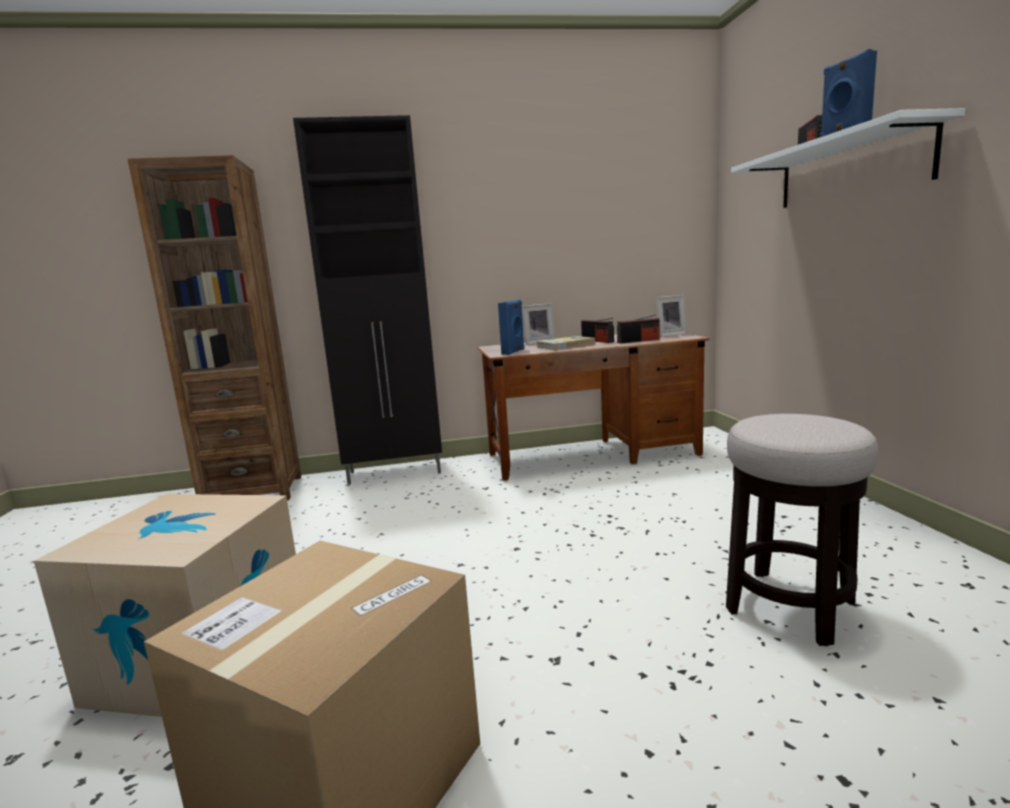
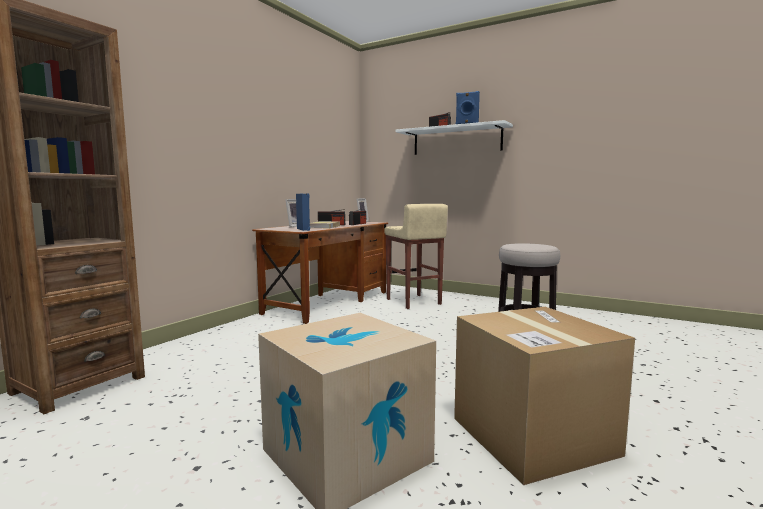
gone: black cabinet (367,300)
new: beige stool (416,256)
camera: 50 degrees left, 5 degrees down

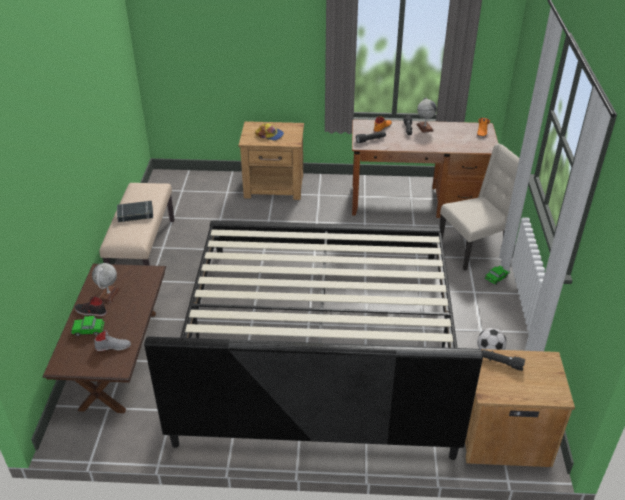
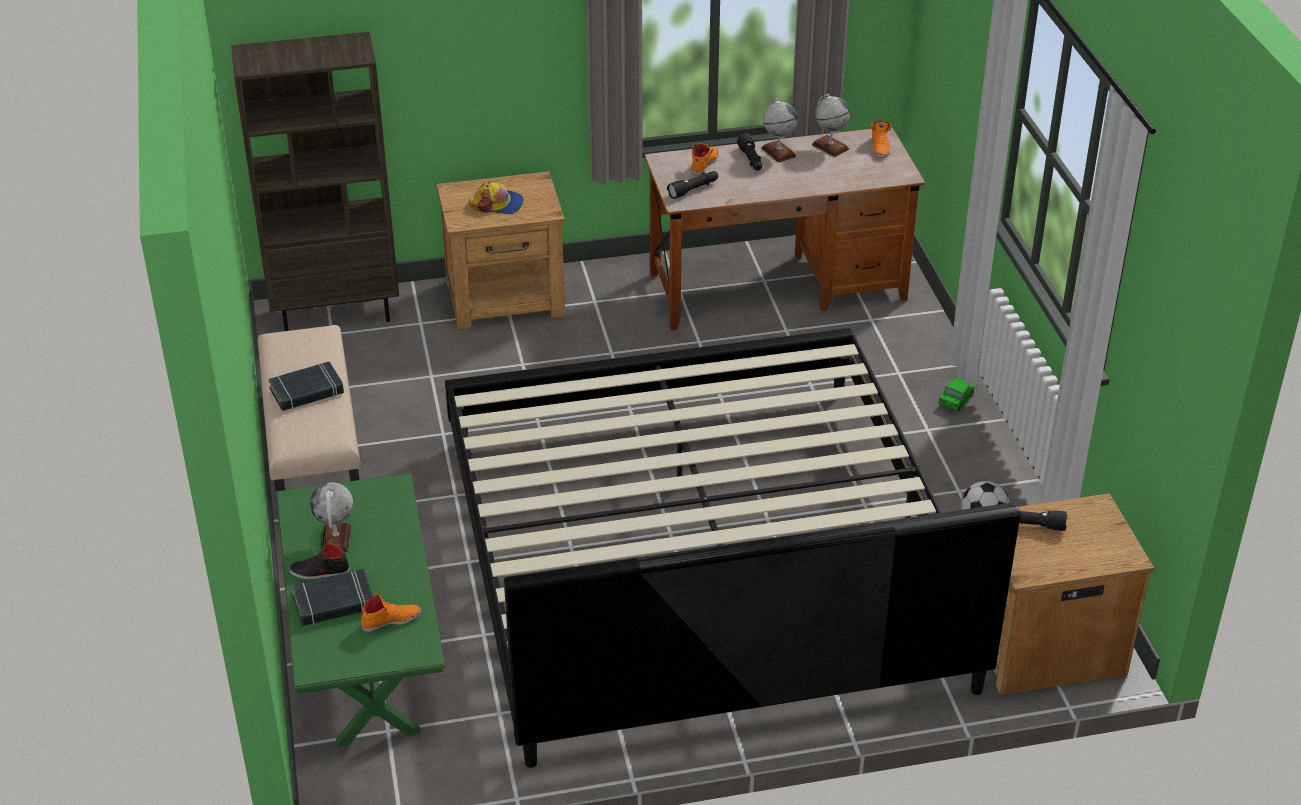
gone: beige chair (479,207)
new: brown bookcase (315,181); globe (831,125)
swapped: toy car (87,326) to black book (332,597)
repainted: brown coffee table (104,338) to green coffee table (361,610); grey shoe (112,340) to orange shoe (391,612)
camera: 15 degrees left, 0 degrees up

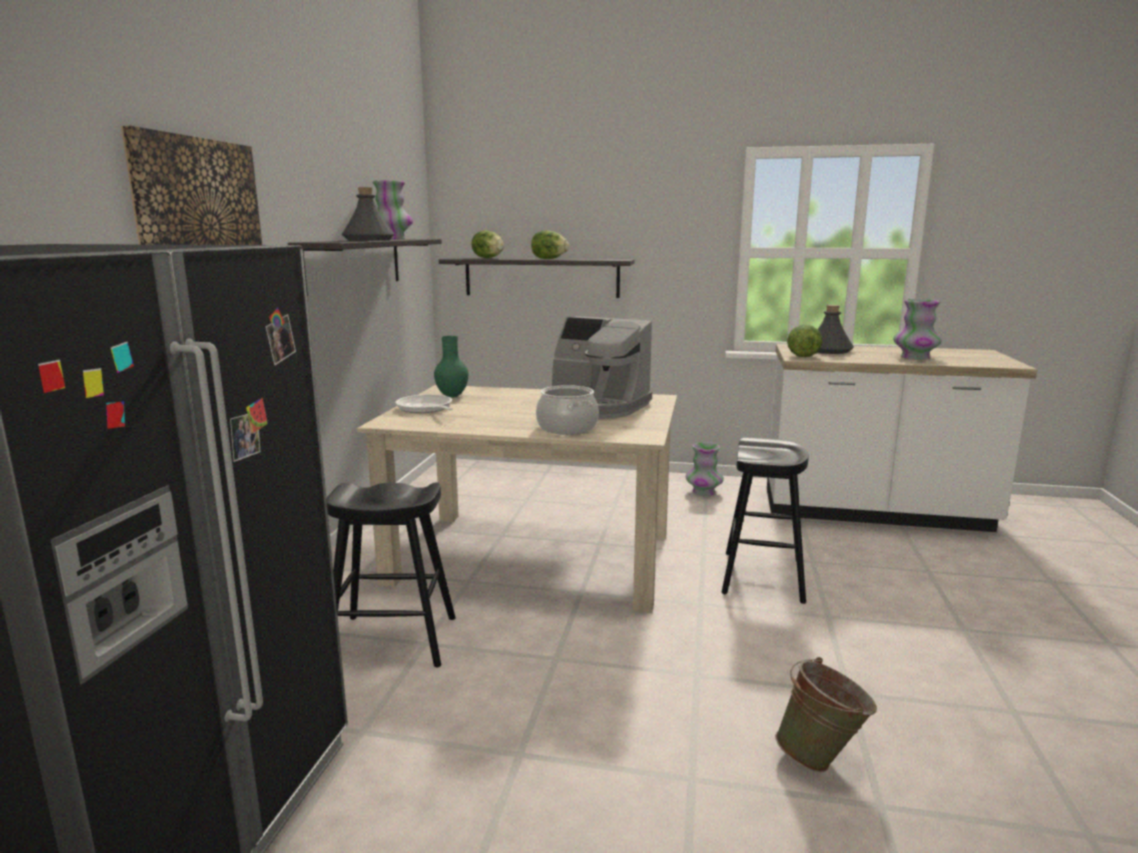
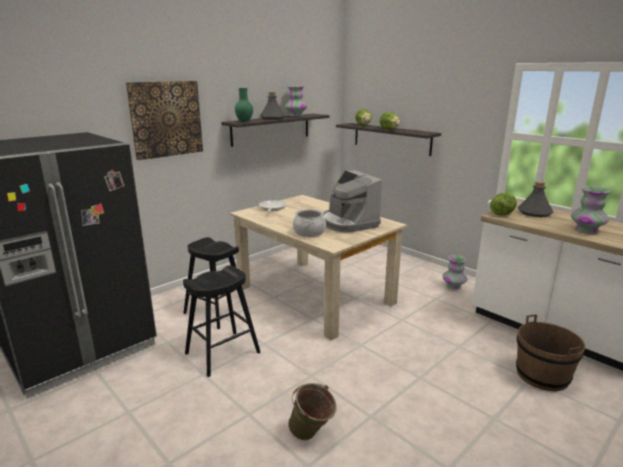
new: brown bucket (551,353)
shifted: green vase (451,366) to (244,105); black stool (765,521) to (221,321)
camera: 35 degrees right, 5 degrees up

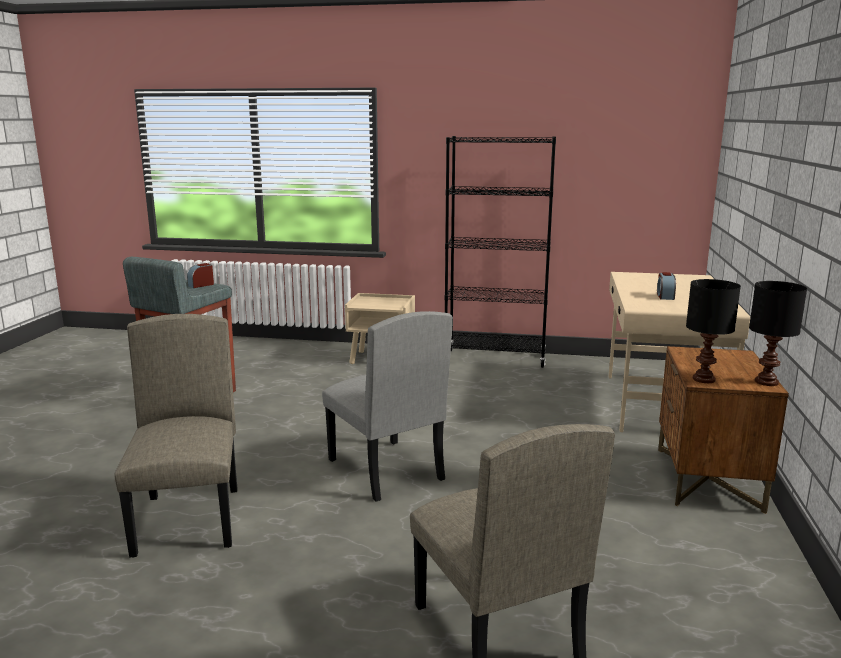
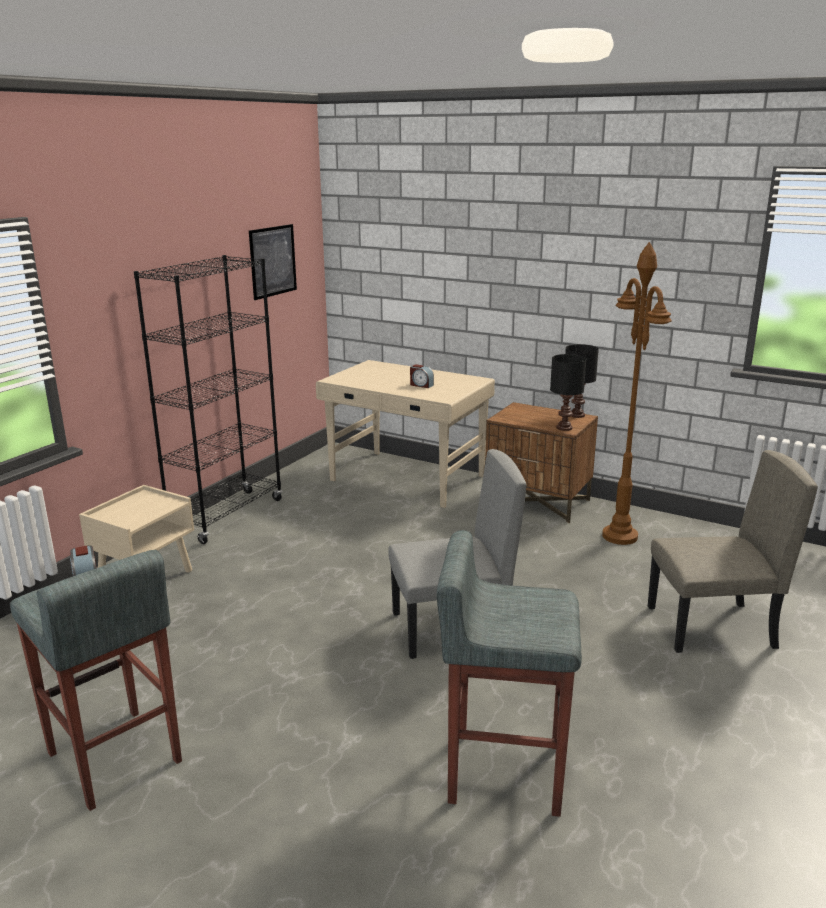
new: picture (273,262); brown floor lamp (637,393)
swapped: beige chair (176,436) to grey stool (509,673)
camera: 70 degrees left, 5 degrees up

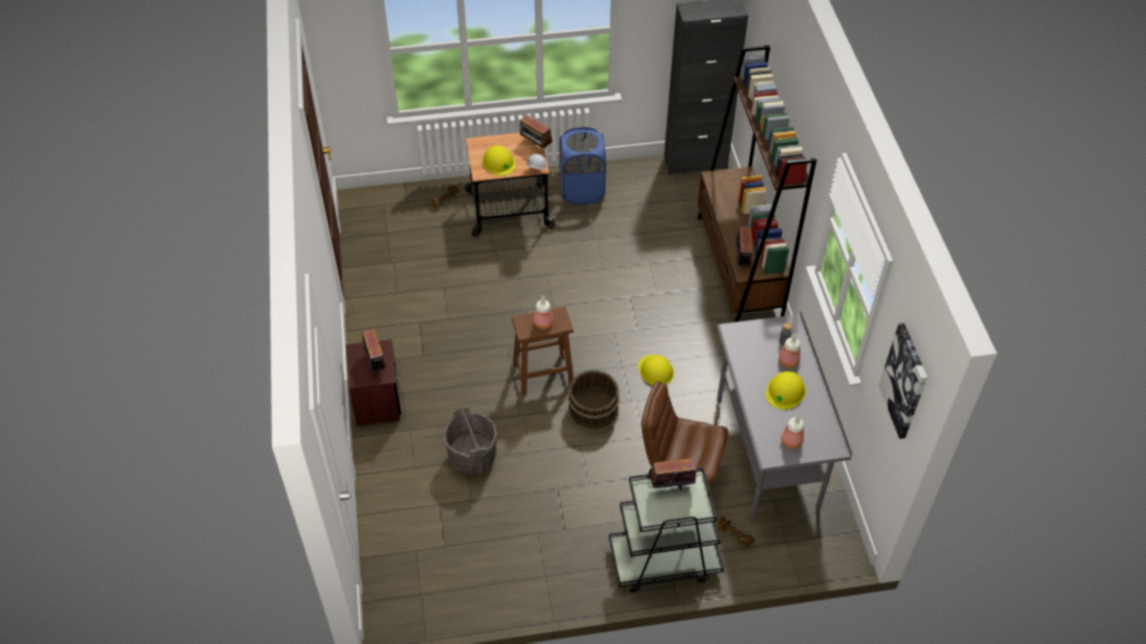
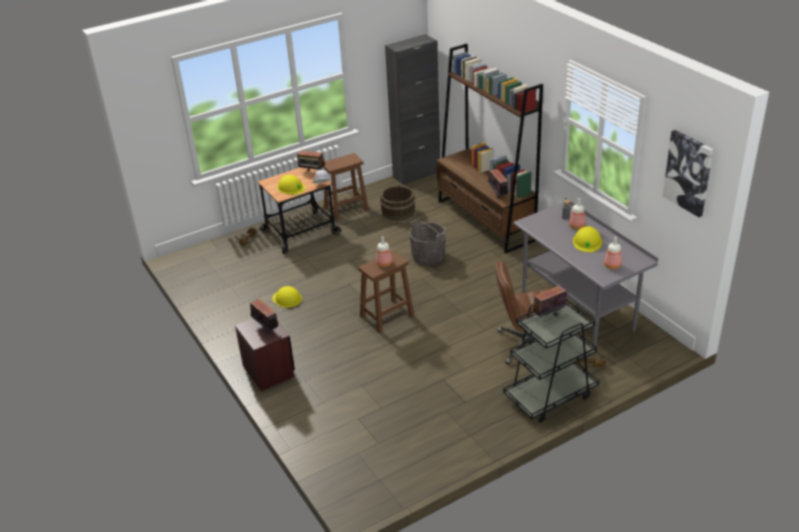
shifted: yellow hard hat (656,370) to (287,297); brown bucket (594,401) to (398,204); grey bucket (470,441) to (427,242)
swapped: blue laundry basket (582,165) to brown stool (346,187)
camera: 20 degrees left, 15 degrees down

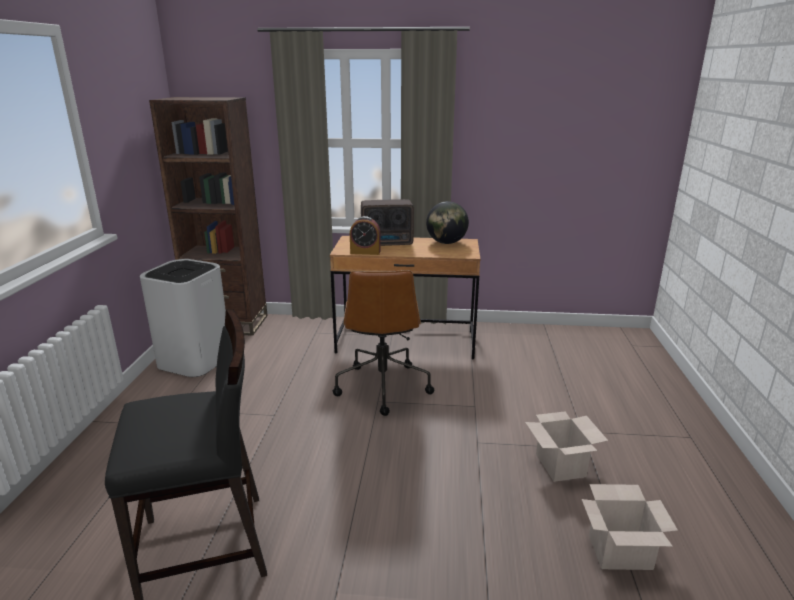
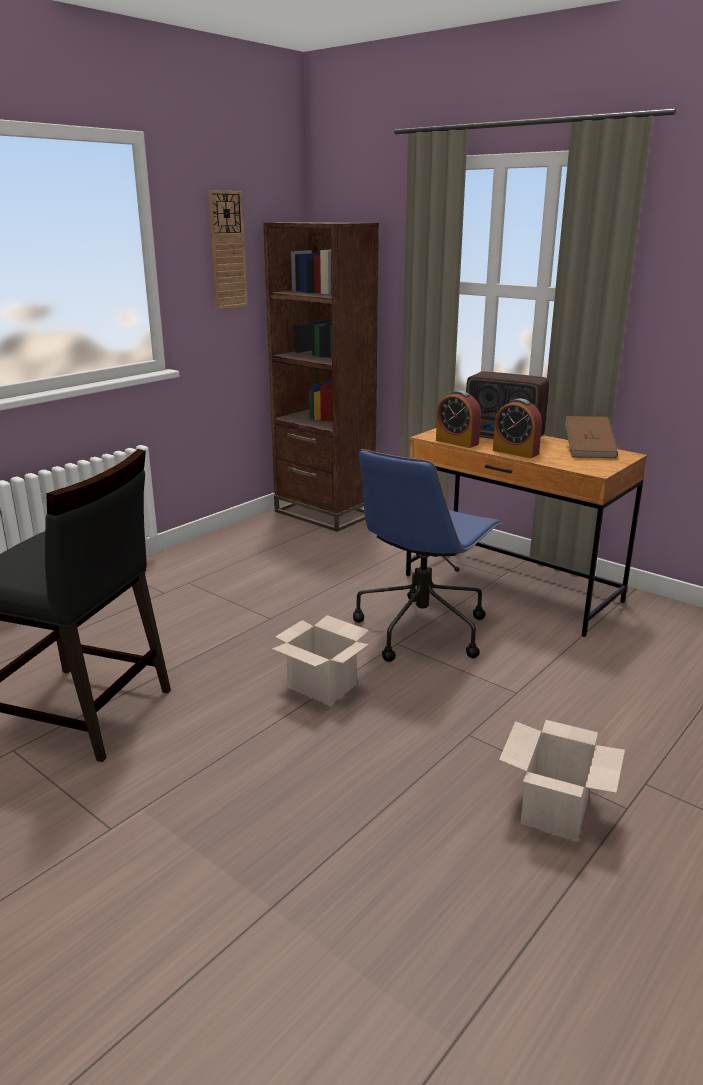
gone: white trash can (183,318)
new: wall clock (228,249); alarm clock (517,428)
shifted: cardboard box (629,527) to (320,660)
swapped: globe (447,222) to brown book (591,437)
repainted: brown office chair (383,343) to blue office chair (427,555)
camera: 35 degrees right, 0 degrees up

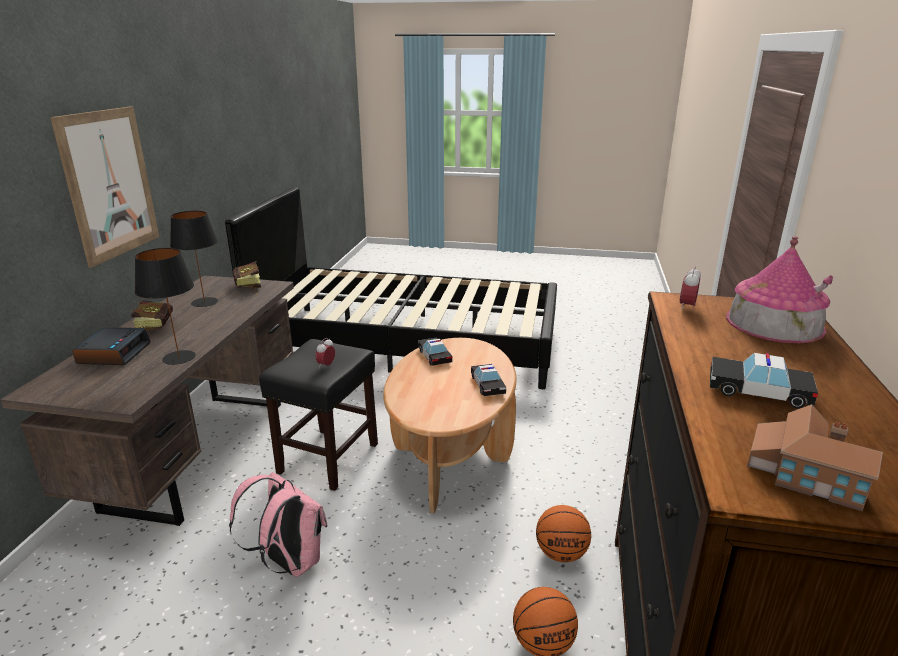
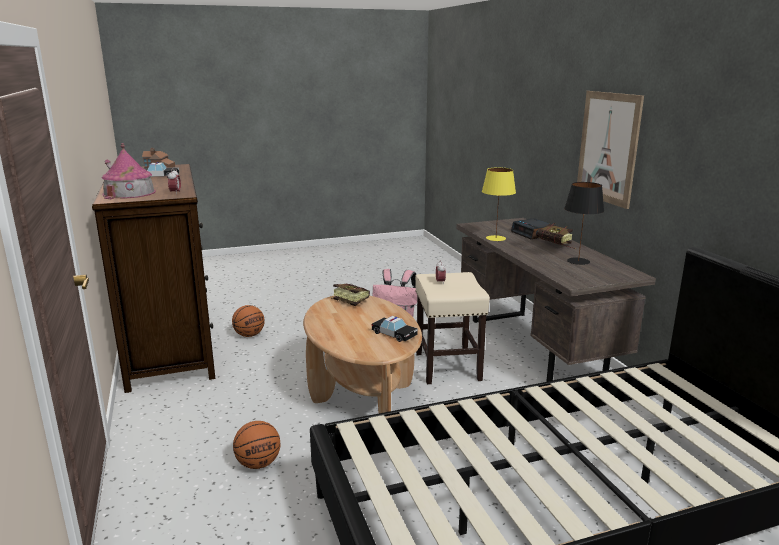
gone: toy car (488,380)
shifted: book (247,277) to (350,295); basketball (563,533) to (257,445)
repainted: black table lamp (165,306) to yellow table lamp (499,204); black stool (318,415) to beige stool (452,328)
camera: 150 degrees right, 5 degrees down

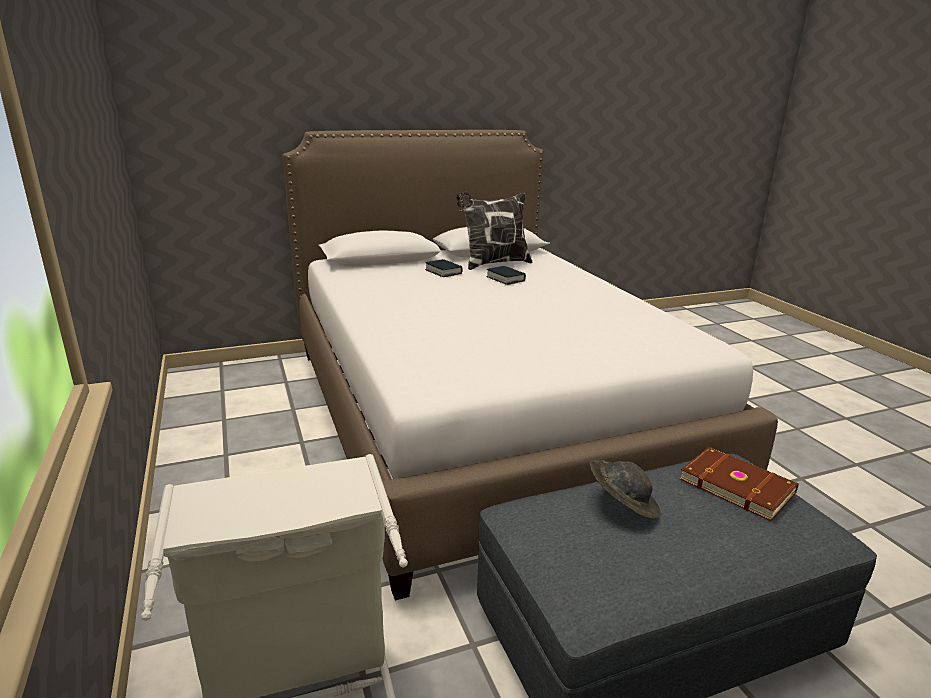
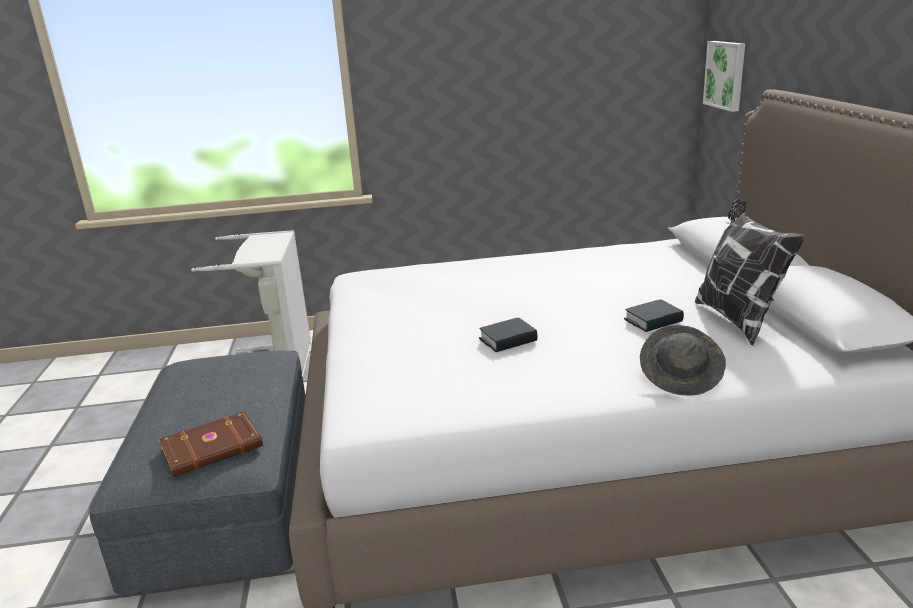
new: picture (724,76)
shifted: book (444,268) to (508,334); grey hat (625,489) to (683,360)
camera: 105 degrees right, 0 degrees up

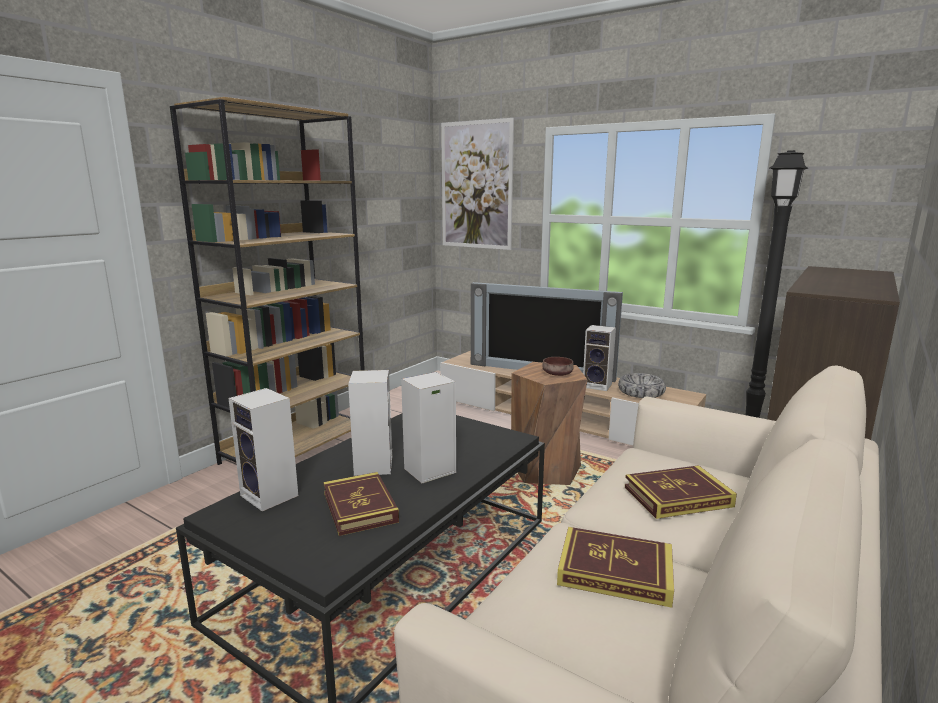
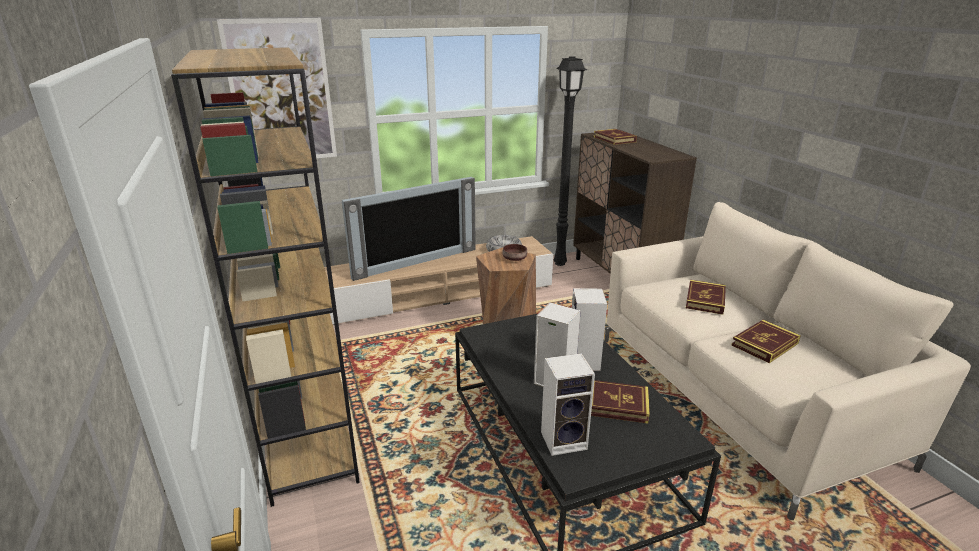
gone: speaker (599,358)
new: book (615,137)
camera: 55 degrees left, 10 degrees up

